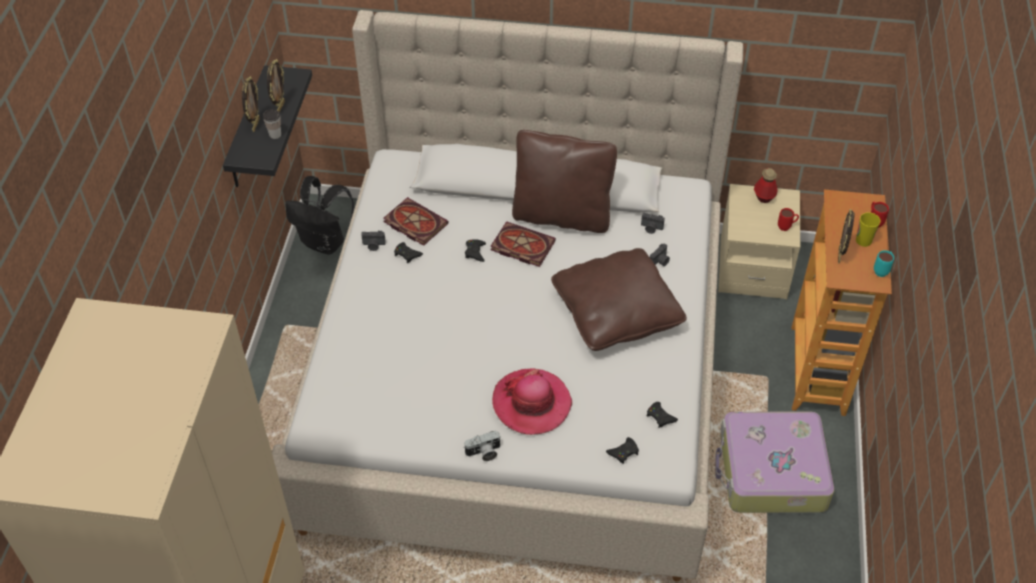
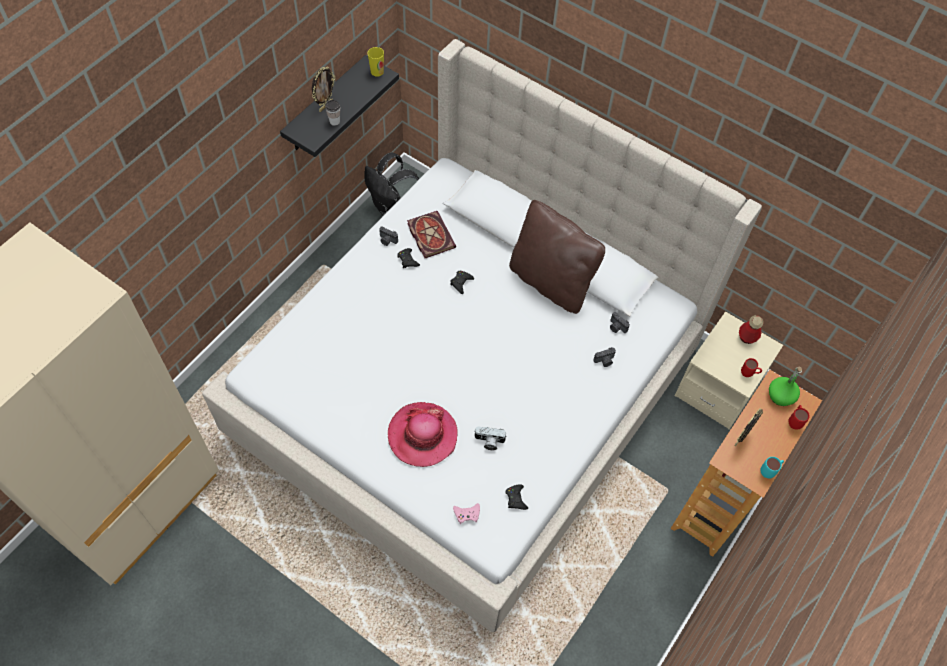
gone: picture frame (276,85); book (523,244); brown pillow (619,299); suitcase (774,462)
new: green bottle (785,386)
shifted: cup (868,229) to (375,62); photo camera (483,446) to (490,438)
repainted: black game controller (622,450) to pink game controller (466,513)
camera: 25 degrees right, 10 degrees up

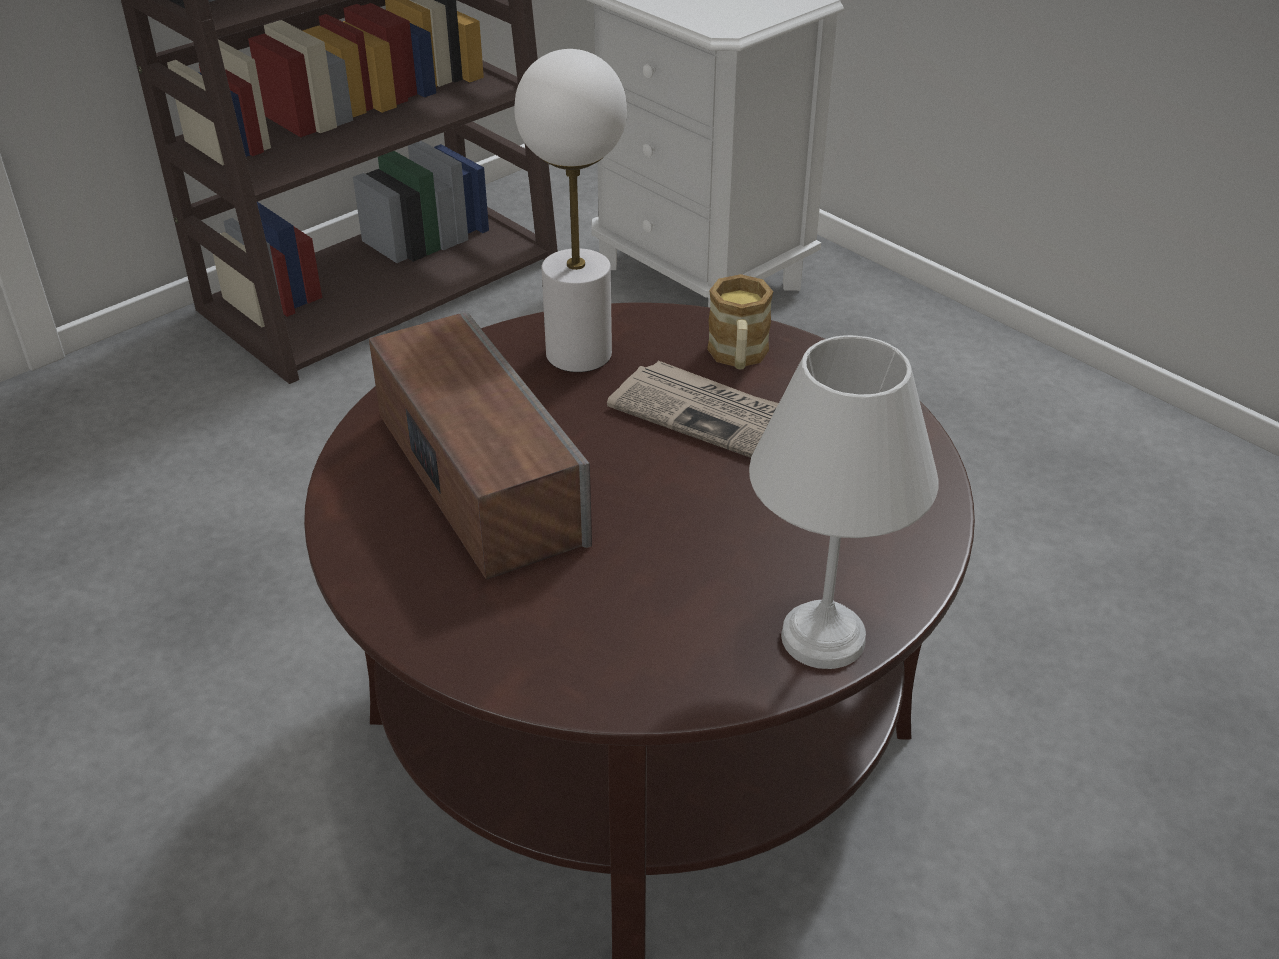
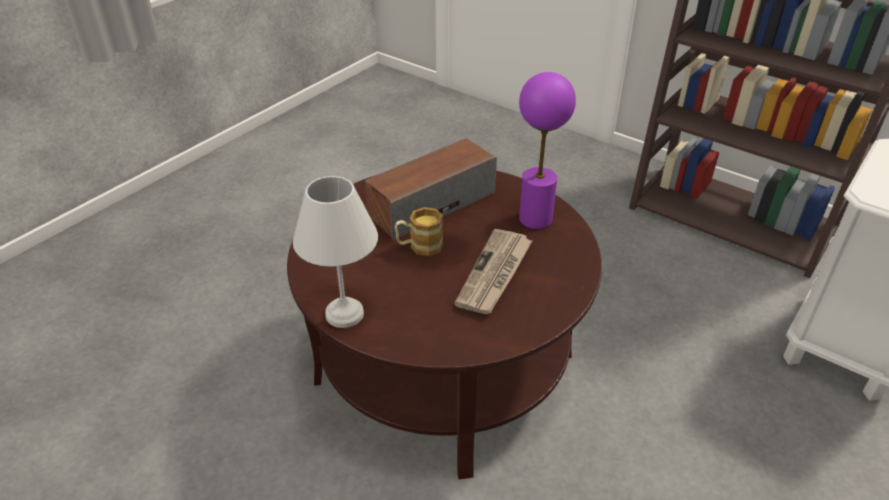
shifted: mug (740,321) to (419,231)
repainted: white table lamp (570,210) to purple table lamp (547,150)
camera: 80 degrees right, 0 degrees up

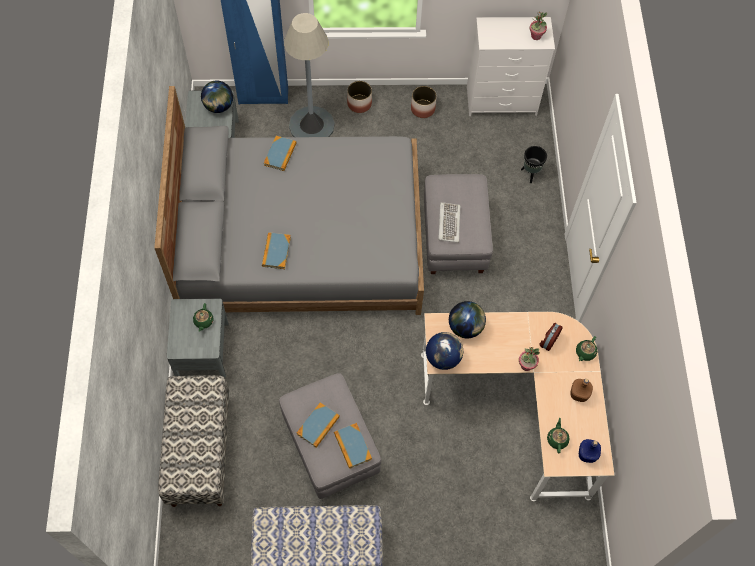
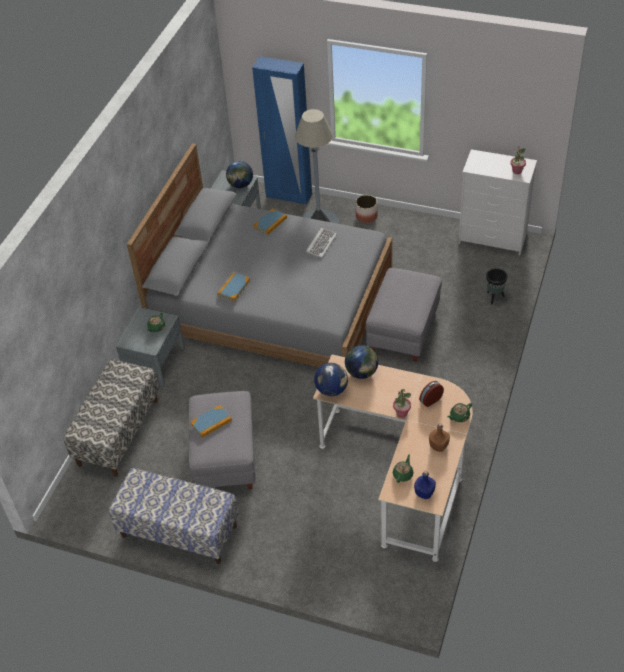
gone: planter (424,102); book (353,446)
shifted: keyboard (449,222) to (321,243)
camera: 25 degrees right, 15 degrees down

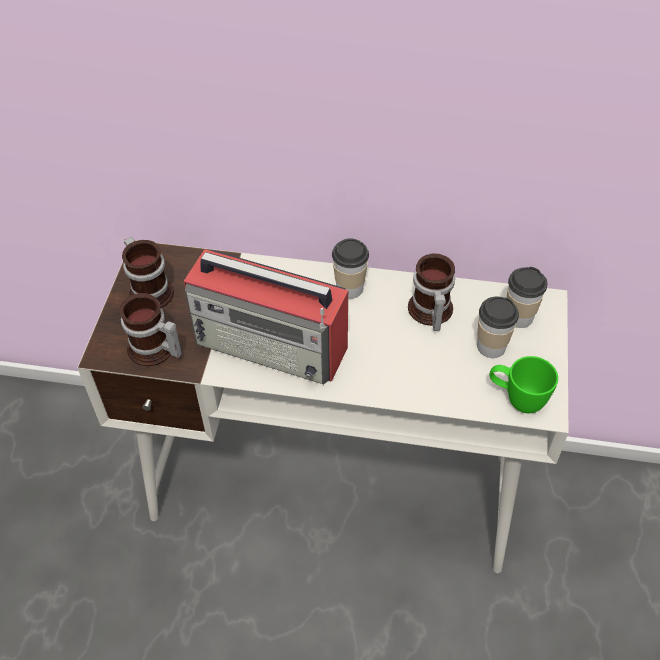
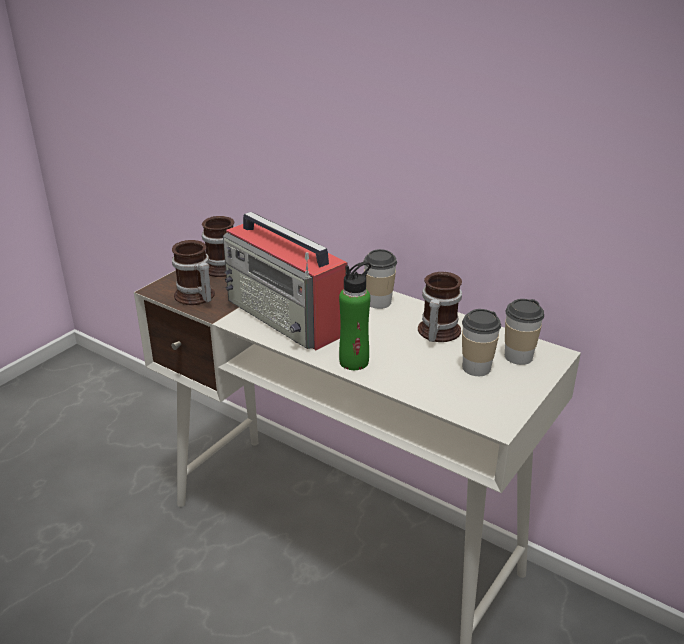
gone: green mug (524,384)
new: green bottle (355,315)
camera: 25 degrees right, 20 degrees down

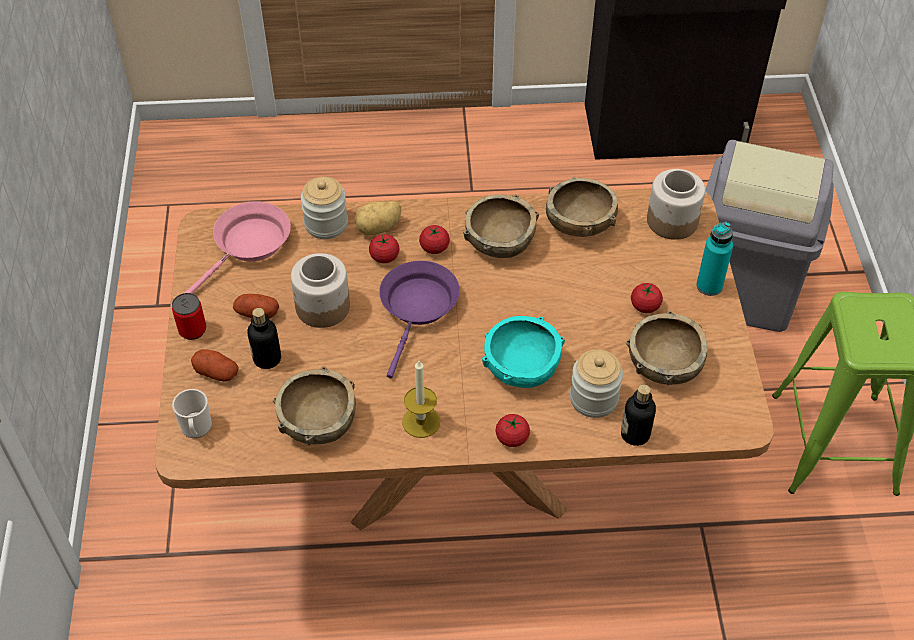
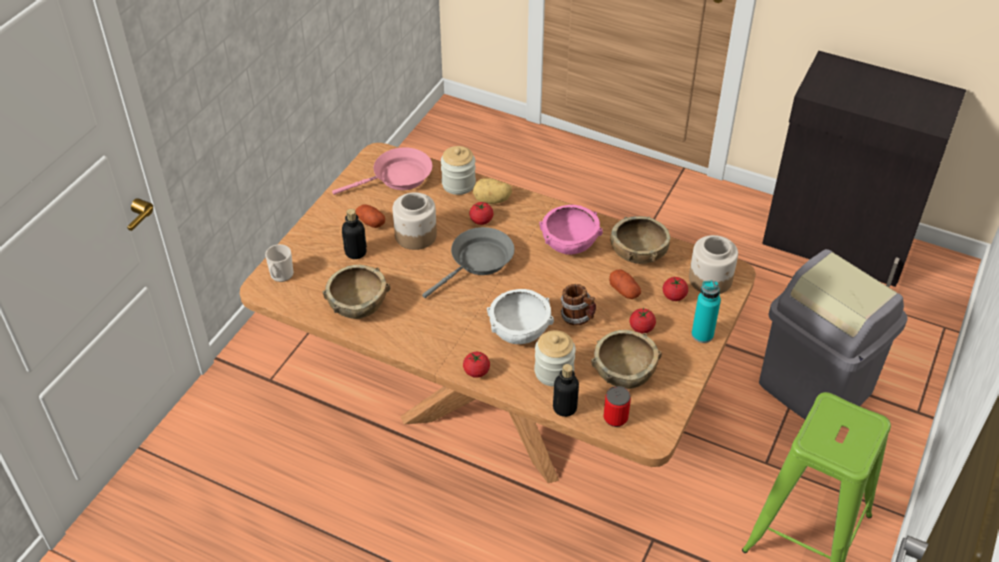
gone: candle (421,399)
new: mug (578,304)
shifted: tomato (434,239) to (675,289); can (189,316) to (617,406); potato (215,365) to (625,284)
repainted: brown bowl (501,226) to pink bowl (571,230); purple frying pan (419,319) to grey frying pan (468,262); turquoise bowl (523,352) to white bowl (520,316)
camera: 30 degrees right, 5 degrees down

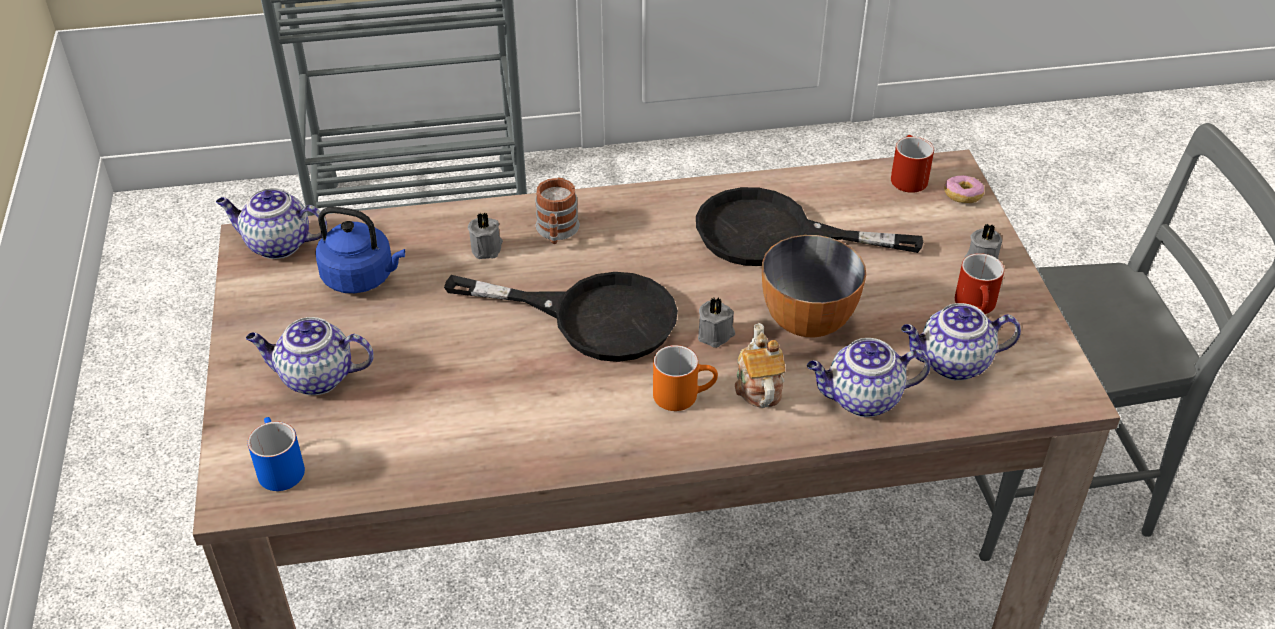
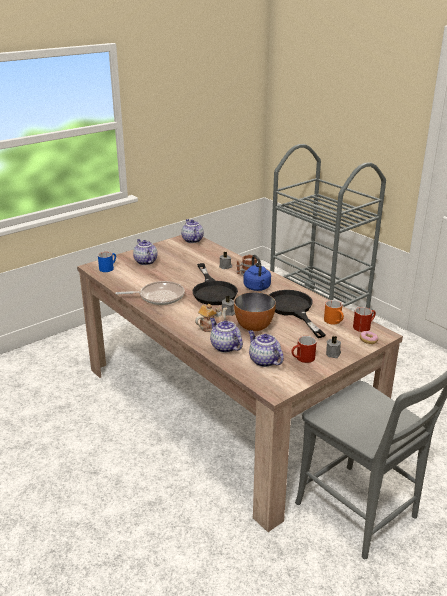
new: frying pan (150,293)
shifted: blue kettle (360,250) to (257,273); orange mug (685,378) to (334,312)
camera: 60 degrees right, 15 degrees down

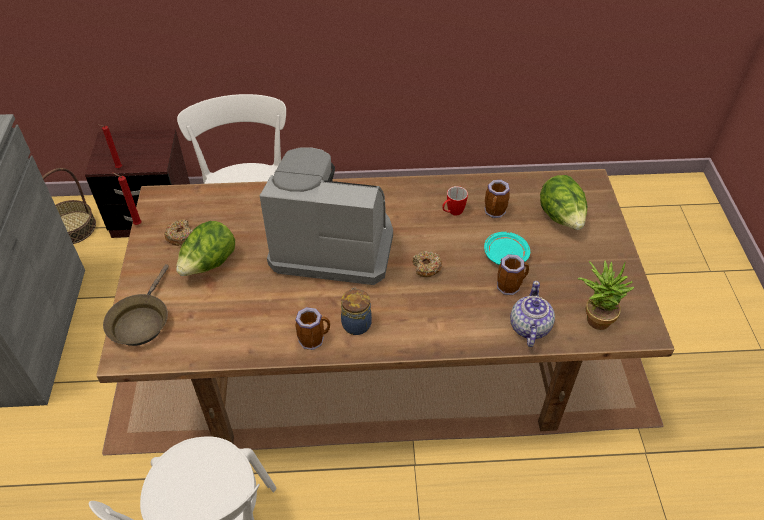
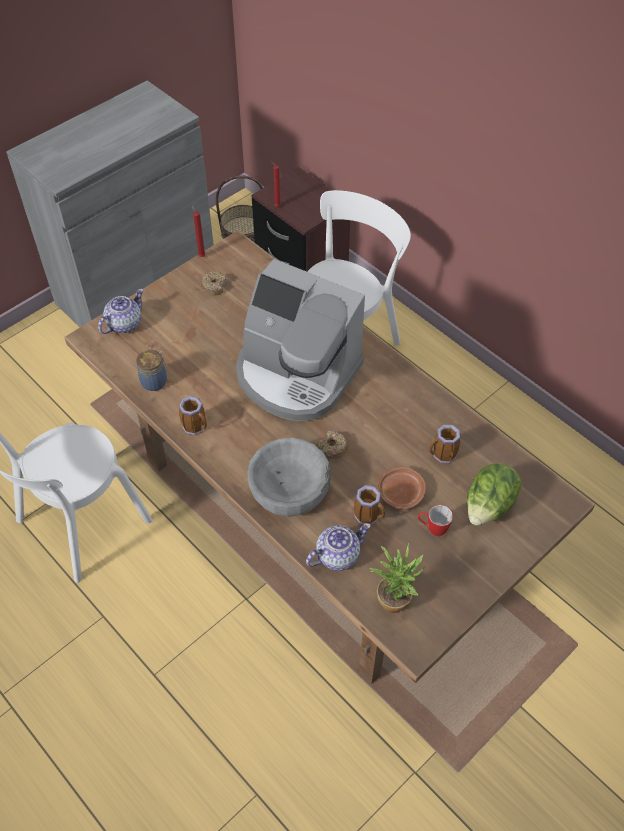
gone: lettuce (205,248)
new: grey bowl (289,477)
shifted: mug (455,201) to (435,520); jar (356,311) to (151,370)
swapped: brown frying pan (136,305) to teapot (120,311)
repainted: turquoise plate (507,248) to brown plate (402,488)
rotated: coffee machine (326,216) = (300,340) 150 degrees clockwise
camera: 50 degrees right, 5 degrees up

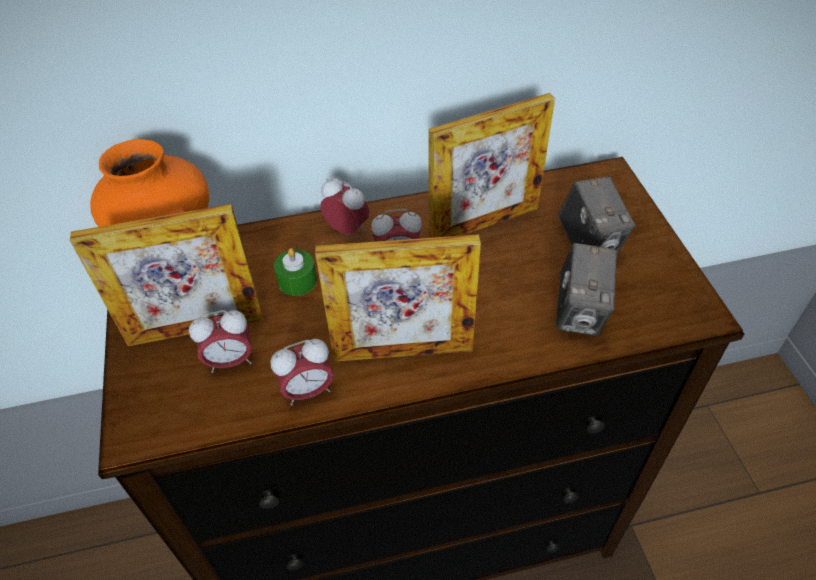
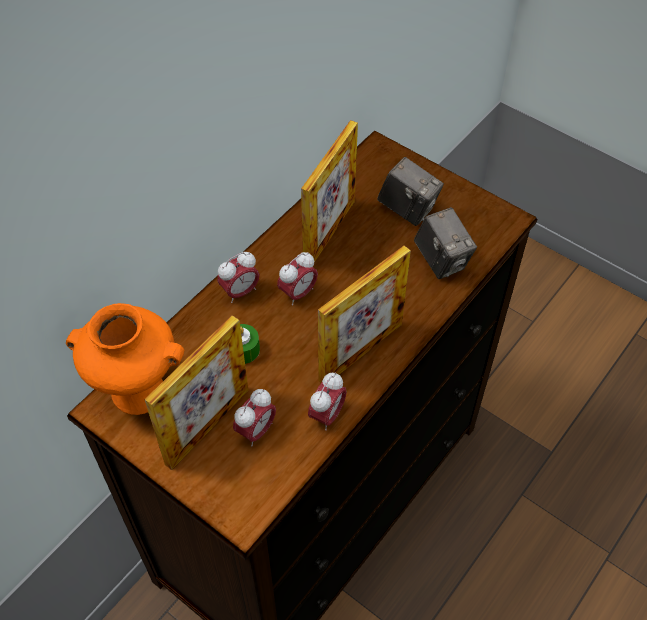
rotated: alarm clock (344,206) = (238,277) 150 degrees clockwise
camera: 40 degrees left, 5 degrees up

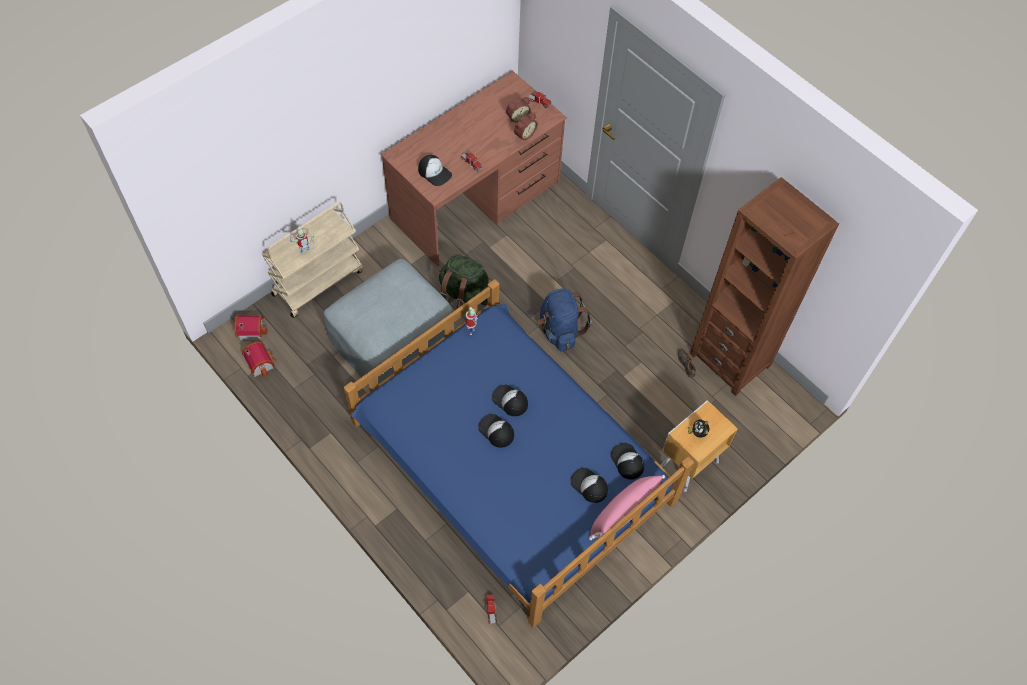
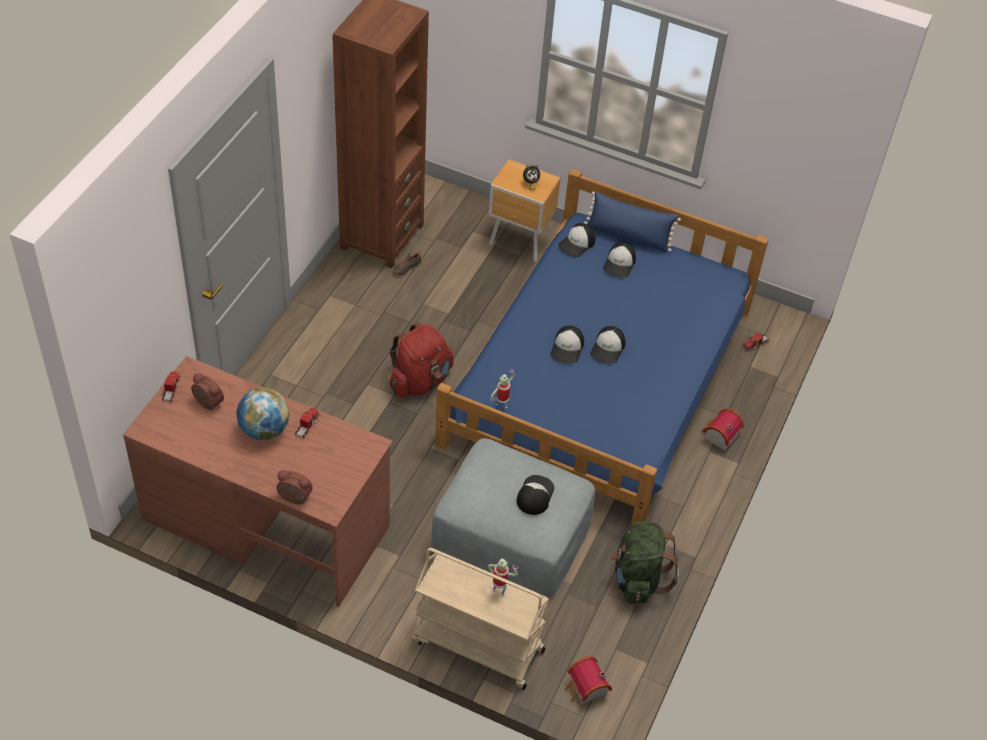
new: globe (262,414)
shifted: alarm clock (526,127) to (294,487); cap (435,170) to (535,495); green backpack (464,281) to (644,562); toy house (260,359) to (722,429)
repainted: blue backpack (565,320) to red backpack (422,359); pink pillow (627,507) to blue pillow (632,221)
camera: 115 degrees left, 10 degrees down

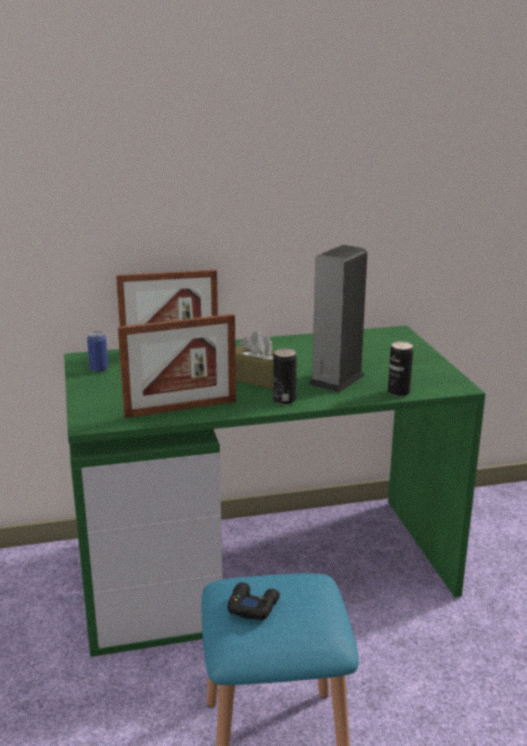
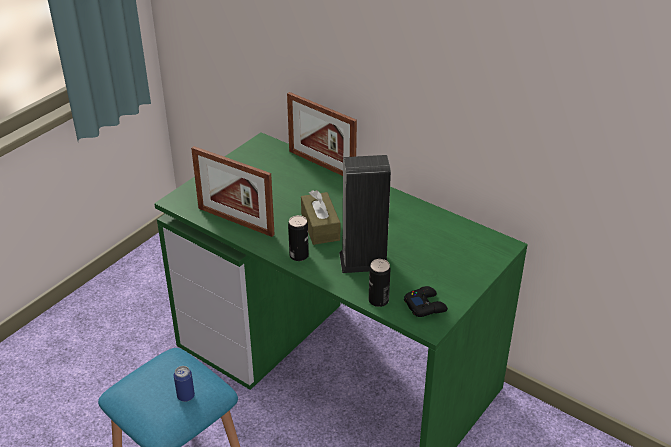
shifted: can (97,351) to (184,384); black game controller (253,601) to (426,301)
camera: 50 degrees right, 15 degrees up

